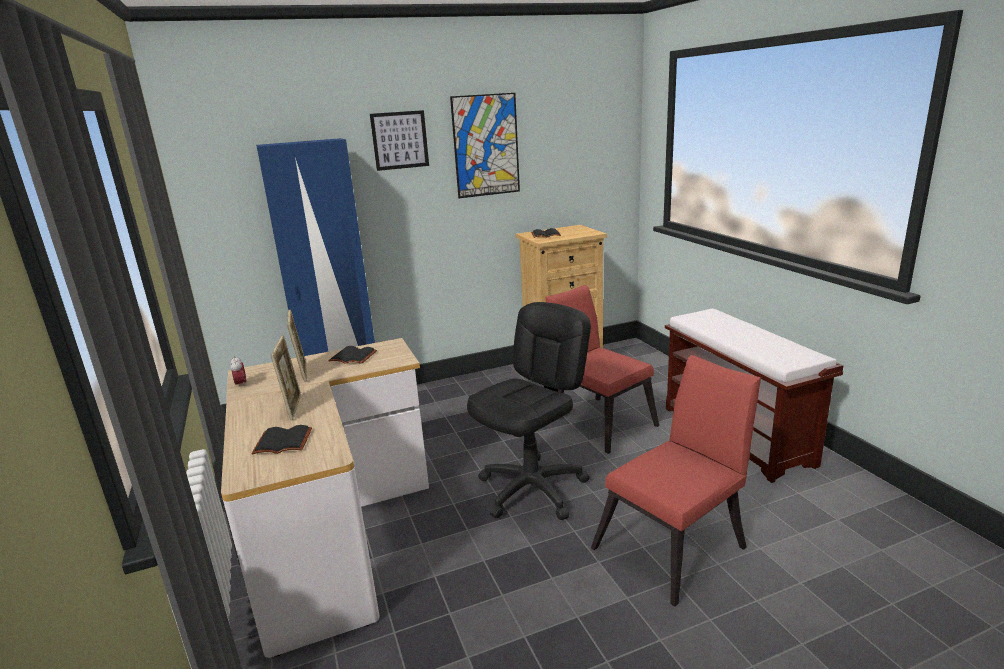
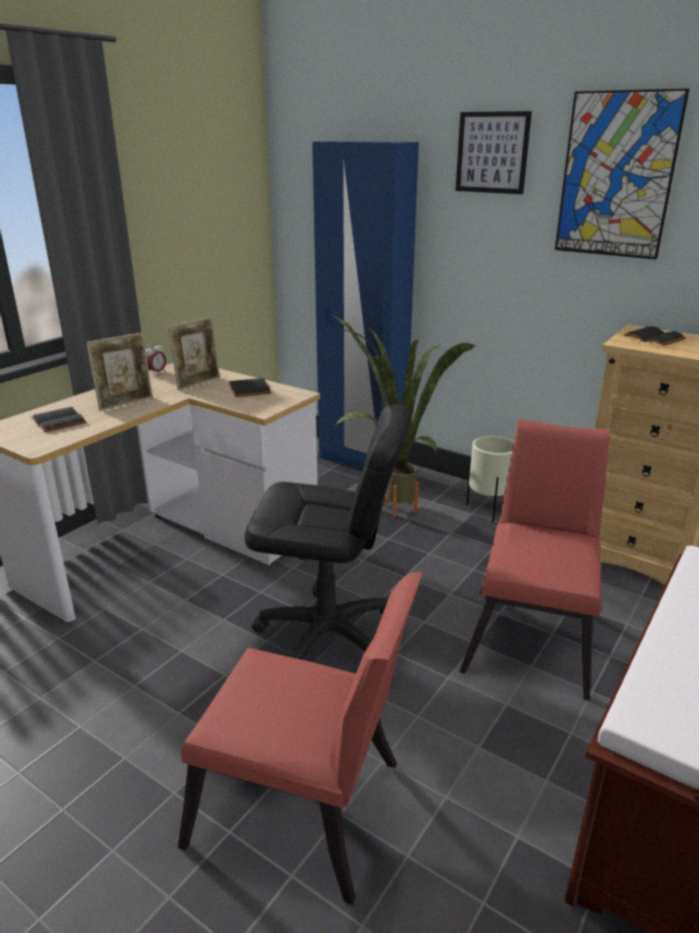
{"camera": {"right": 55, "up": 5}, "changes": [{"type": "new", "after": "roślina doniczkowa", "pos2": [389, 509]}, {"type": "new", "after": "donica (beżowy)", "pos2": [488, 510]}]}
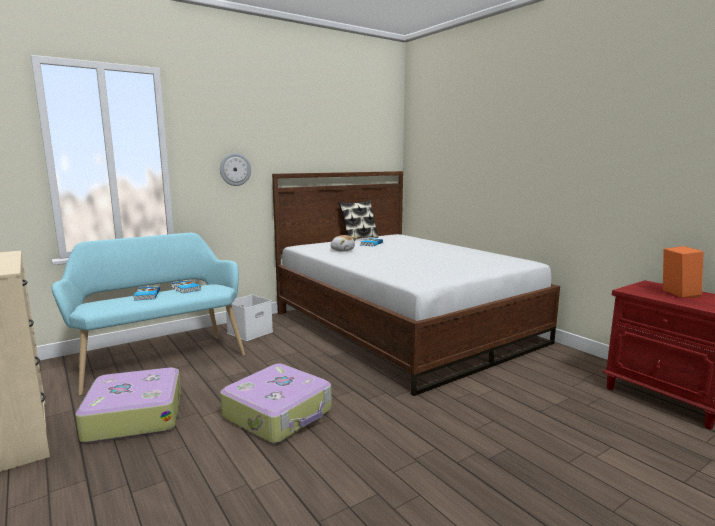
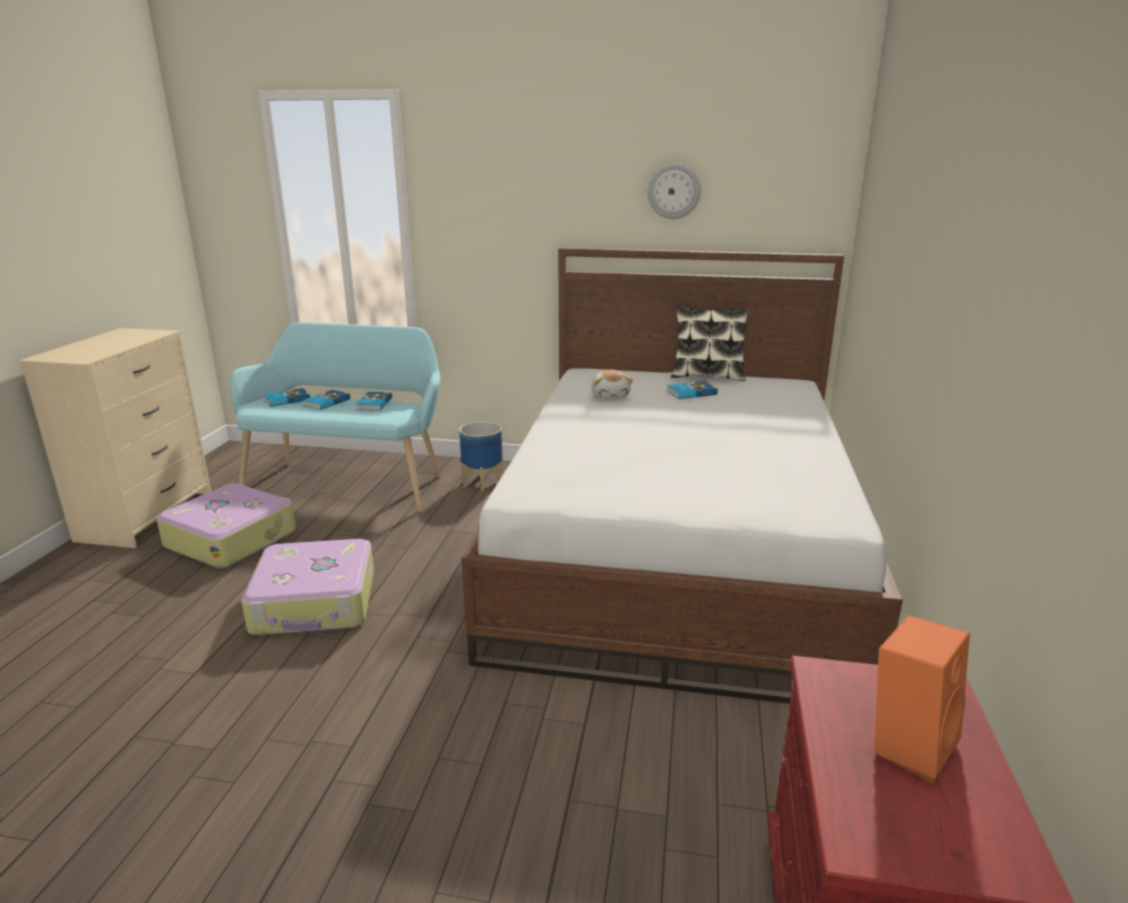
{"camera": {"right": 45, "up": 10}, "changes": [{"type": "shifted", "before": "zegar ścienny", "pos1": [235, 169], "pos2": [674, 191]}, {"type": "swapped", "before": "pojemnik do przechowywania (biały)", "after": "donica", "pos1": [250, 332], "pos2": [483, 481]}, {"type": "new", "after": "książka", "pos2": [286, 400]}]}
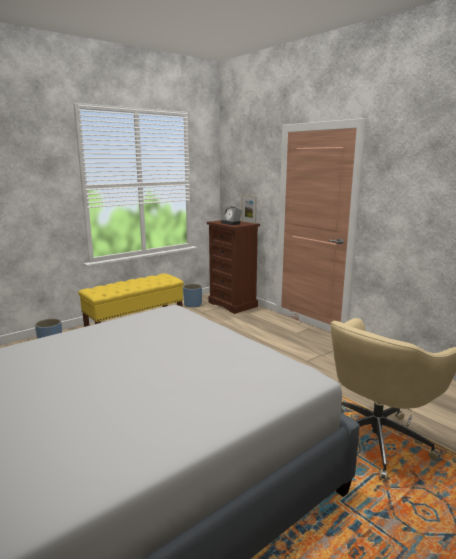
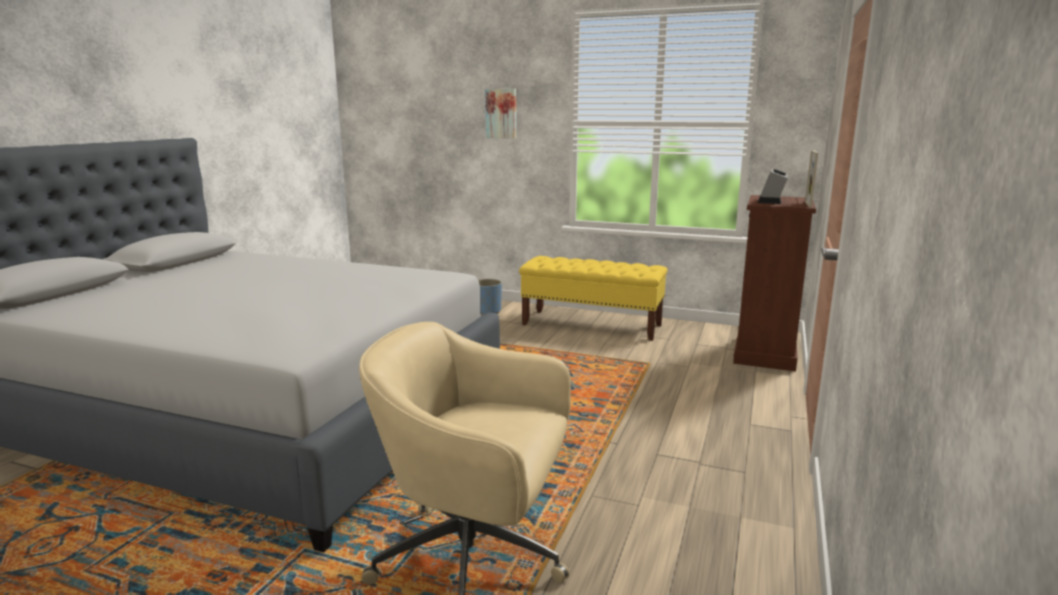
{"camera": {"right": 60, "up": 0}, "changes": [{"type": "gone", "before": "donica (niebieski)", "pos1": [193, 305]}, {"type": "new", "after": "obraz", "pos2": [501, 113]}]}
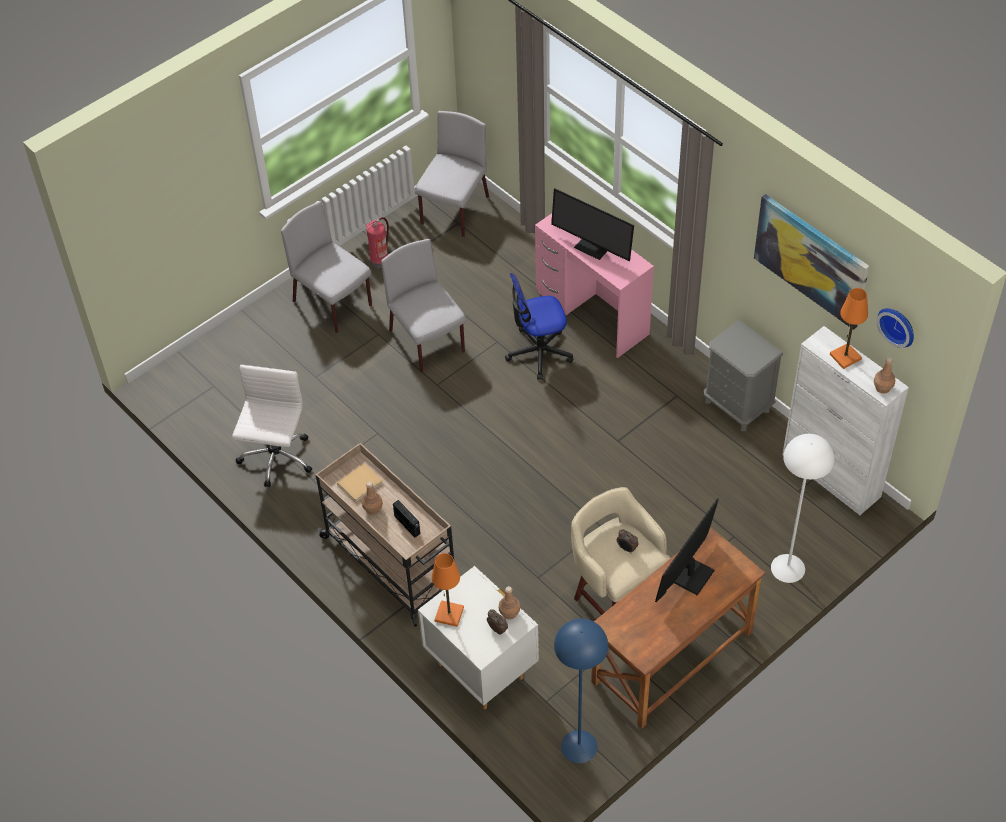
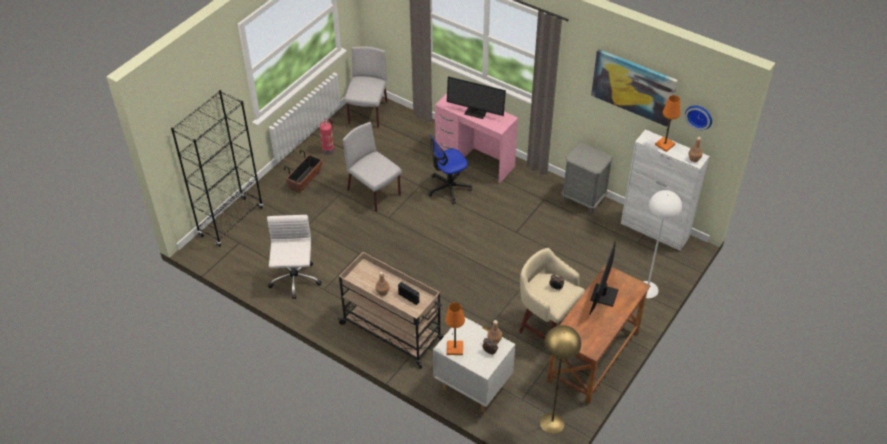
{"camera": {"right": -15, "up": -5}, "changes": [{"type": "swapped", "before": "krzesło (szary)", "after": "donica", "pos1": [333, 304], "pos2": [305, 179]}, {"type": "gone", "before": "książka (beżowy)", "pos1": [361, 483]}, {"type": "repainted", "before": "lampa stojąca (niebieski)", "after": "lampa stojąca (żółty)", "pos1": [579, 746], "pos2": [552, 423]}, {"type": "new", "after": "regał (czarny)", "pos2": [231, 222]}]}
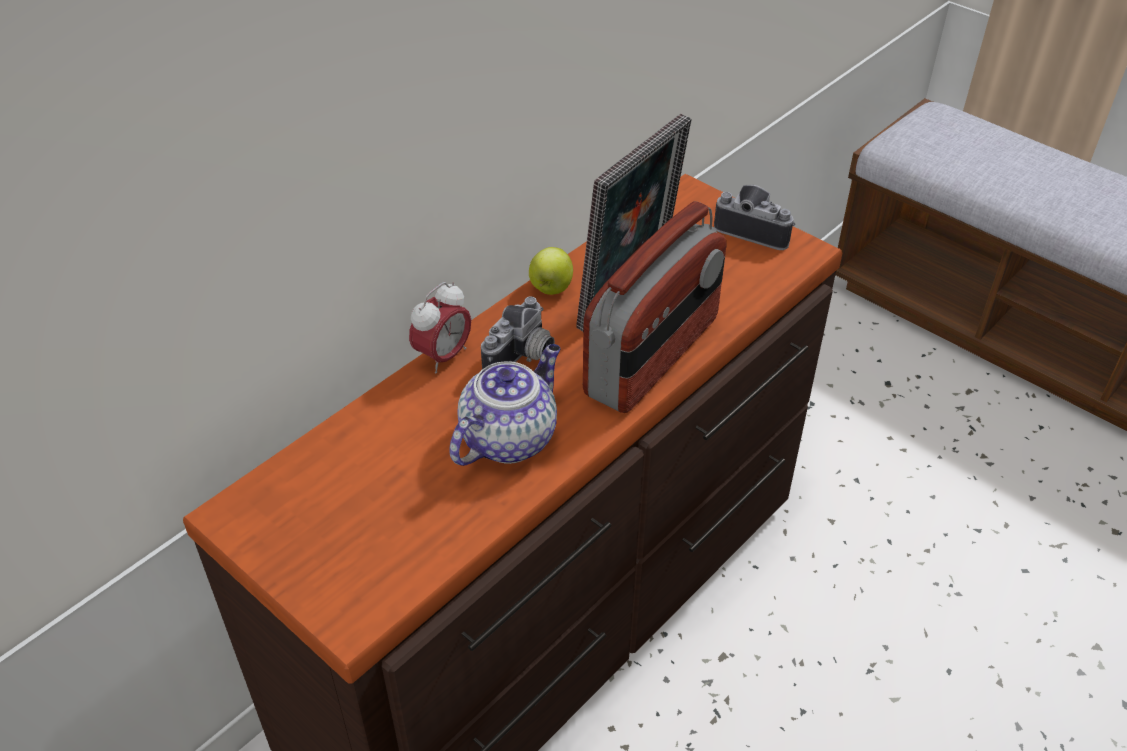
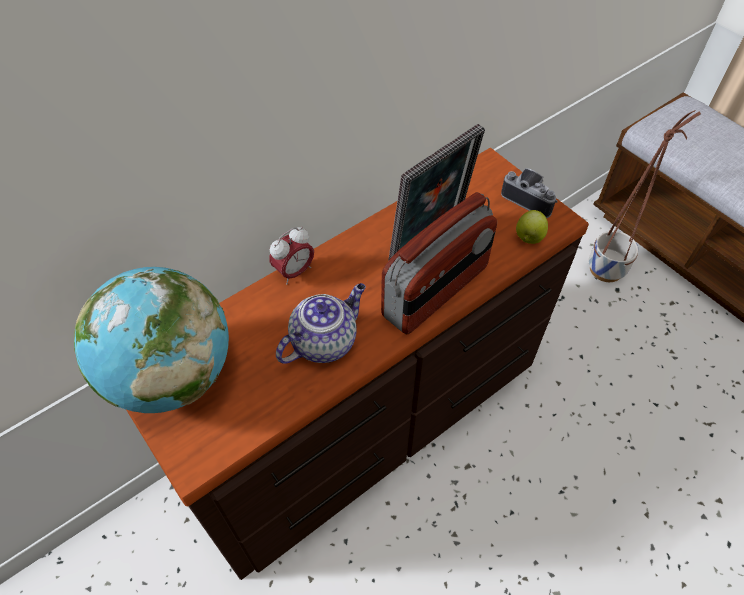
{"camera": {"right": 10, "up": 10}, "changes": [{"type": "gone", "before": "aparat fotograficzny", "pos1": [523, 358]}, {"type": "shifted", "before": "jabłko", "pos1": [551, 288], "pos2": [528, 238]}, {"type": "new", "after": "globus", "pos2": [172, 375]}, {"type": "new", "after": "donica", "pos2": [606, 269]}]}
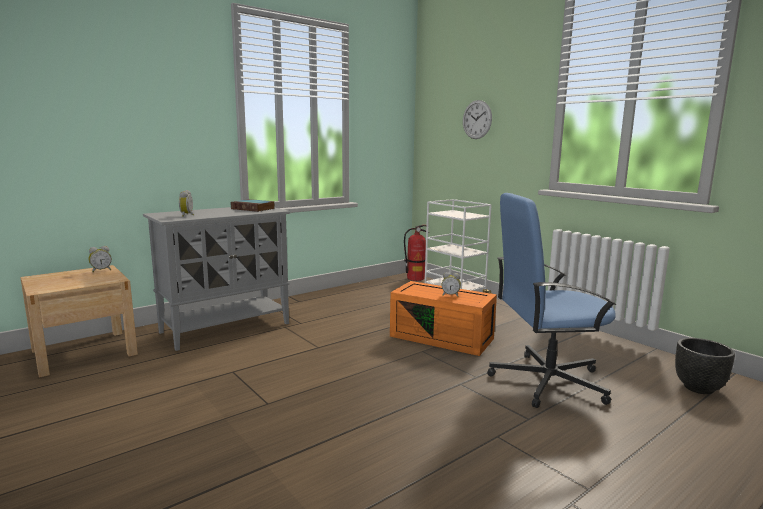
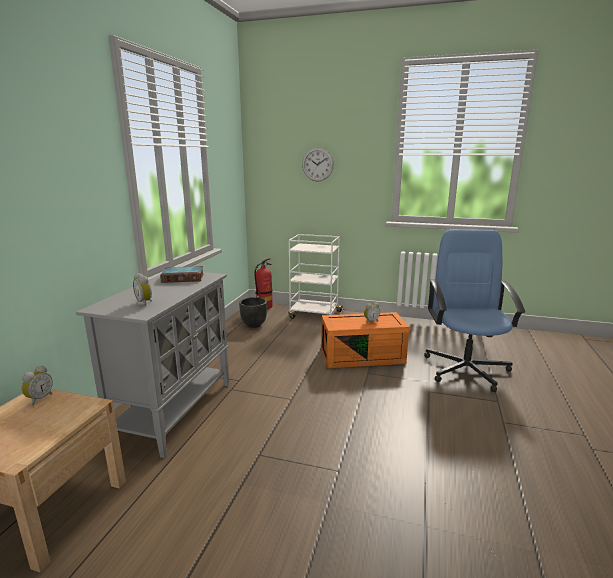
{"camera": {"right": -35, "up": 5}, "changes": [{"type": "rotated", "before": "krzesło biurowe (niebieski)", "pos1": [546, 381], "pos2": [466, 369], "turn": 135}, {"type": "shifted", "before": "donica (czarny)", "pos1": [698, 388], "pos2": [253, 325]}]}
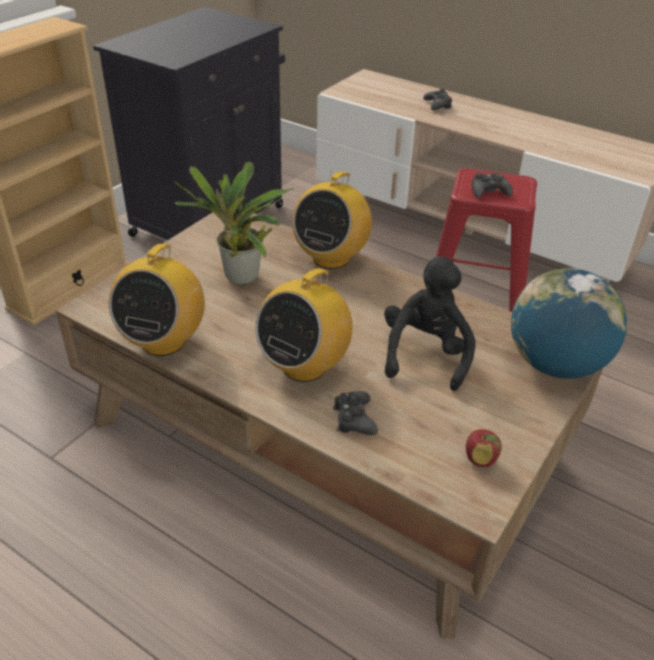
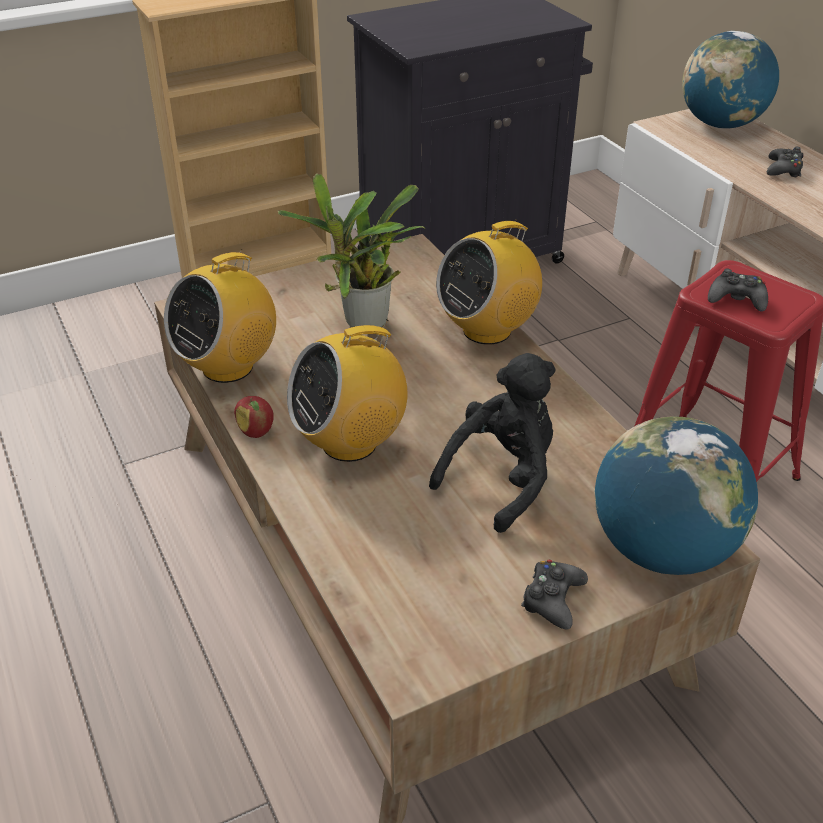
{"camera": {"right": 30, "up": 0}, "changes": [{"type": "shifted", "before": "pad do gier (czarny)", "pos1": [354, 419], "pos2": [552, 599]}, {"type": "shifted", "before": "jabłko", "pos1": [480, 460], "pos2": [256, 432]}, {"type": "new", "after": "globus", "pos2": [721, 124]}]}
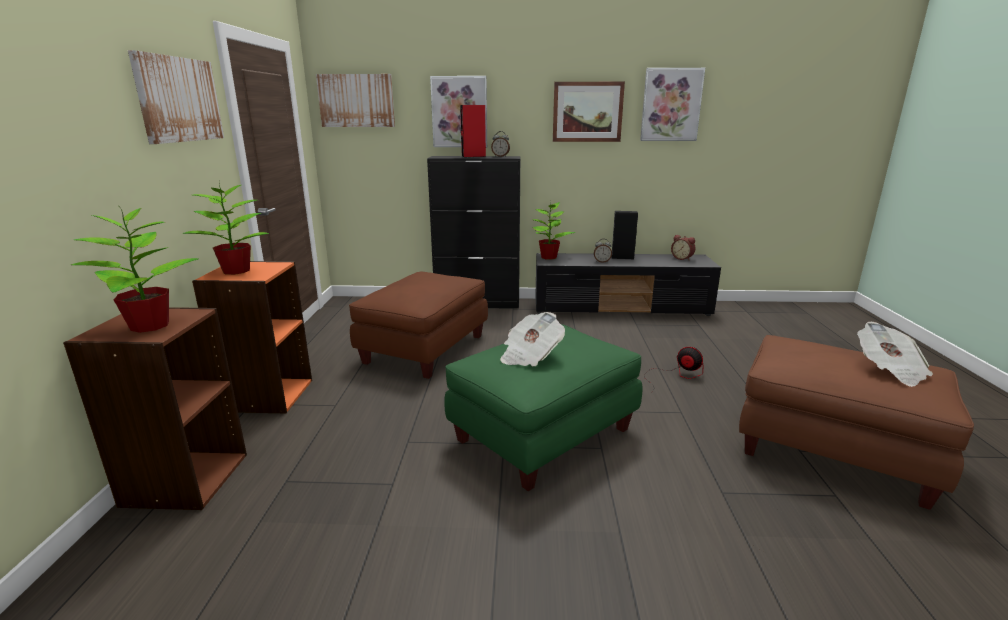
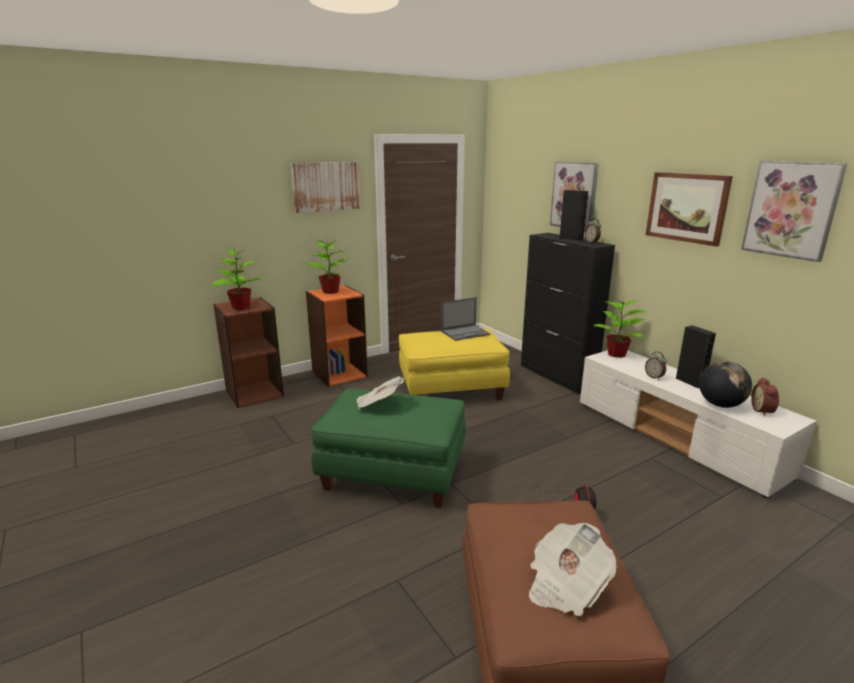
{"camera": {"right": 55, "up": 0}, "changes": [{"type": "gone", "before": "obraz", "pos1": [356, 101]}, {"type": "repainted", "before": "pufa (brązowy)", "after": "pufa (żółty)", "pos1": [424, 349], "pos2": [451, 389]}, {"type": "repainted", "before": "głośnik (czerwony)", "after": "głośnik (czarny)", "pos1": [473, 156], "pos2": [571, 238]}, {"type": "repainted", "before": "szafka pod telewizor (czarny)", "after": "szafka pod telewizor (biały)", "pos1": [621, 307], "pos2": [677, 438]}, {"type": "new", "after": "laptop", "pos2": [465, 333]}, {"type": "new", "after": "globus", "pos2": [720, 404]}]}
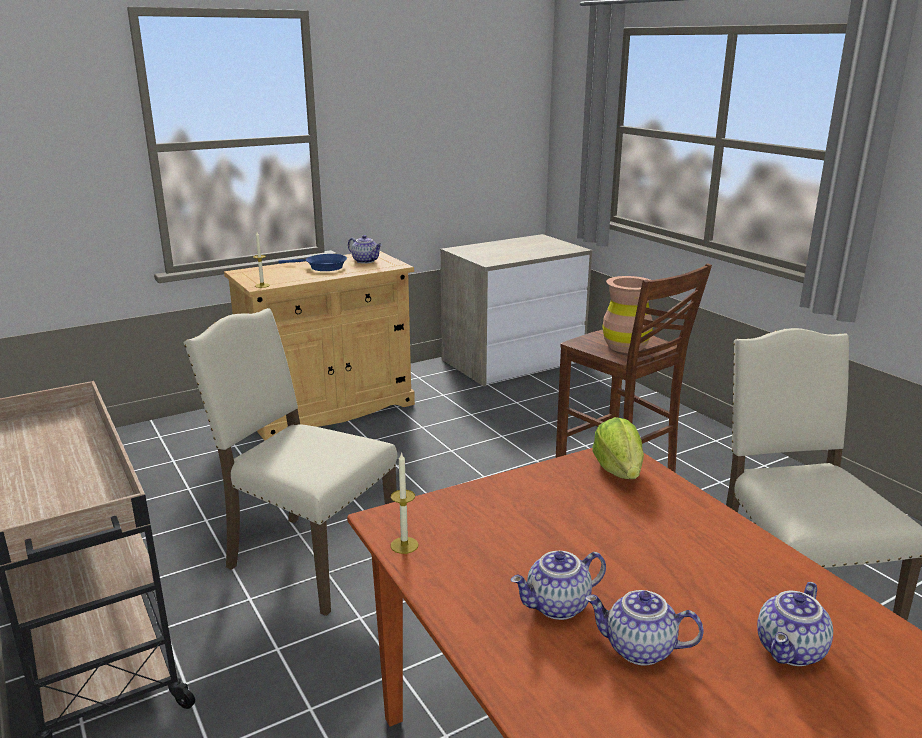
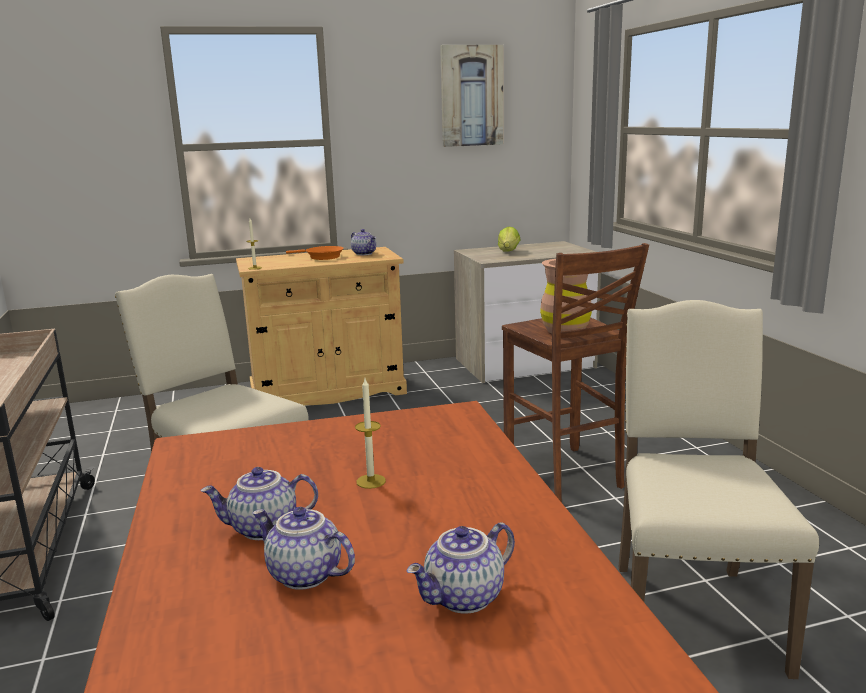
{"camera": {"right": 15, "up": -5}, "changes": [{"type": "repainted", "before": "patelnia (niebieski)", "after": "patelnia (pomarańczowy)", "pos1": [322, 267], "pos2": [321, 257]}, {"type": "shifted", "before": "świeca", "pos1": [404, 545], "pos2": [371, 481]}, {"type": "shifted", "before": "sałata", "pos1": [619, 471], "pos2": [508, 251]}, {"type": "new", "after": "obraz", "pos2": [471, 96]}]}
